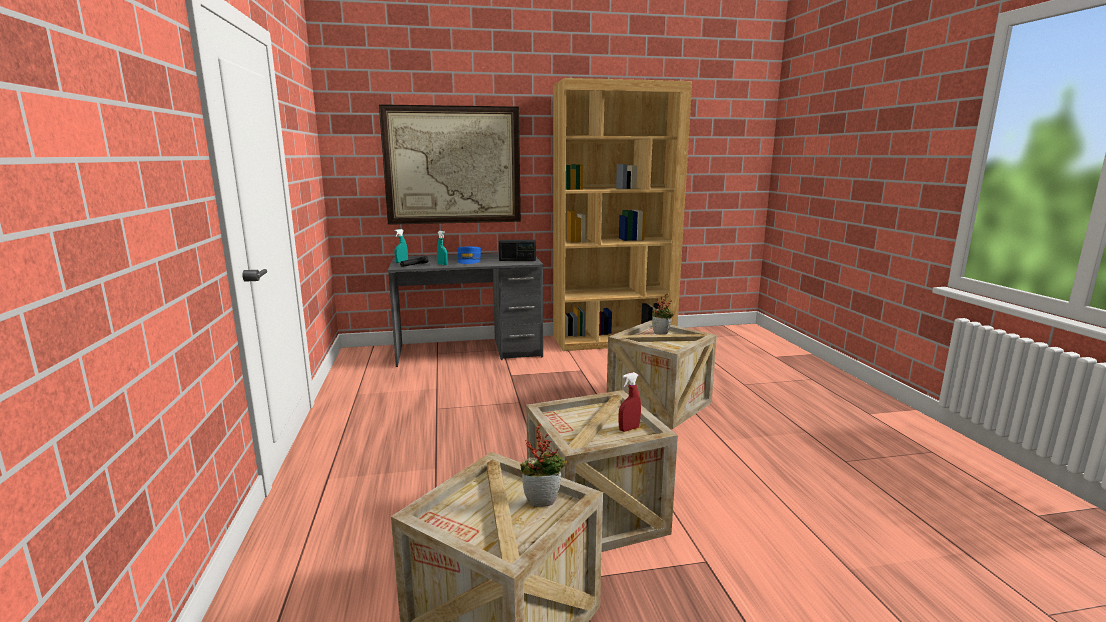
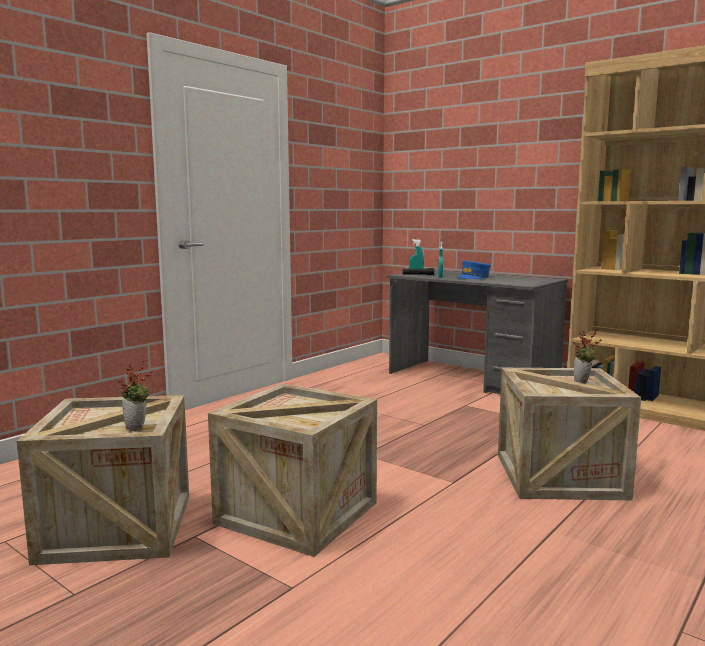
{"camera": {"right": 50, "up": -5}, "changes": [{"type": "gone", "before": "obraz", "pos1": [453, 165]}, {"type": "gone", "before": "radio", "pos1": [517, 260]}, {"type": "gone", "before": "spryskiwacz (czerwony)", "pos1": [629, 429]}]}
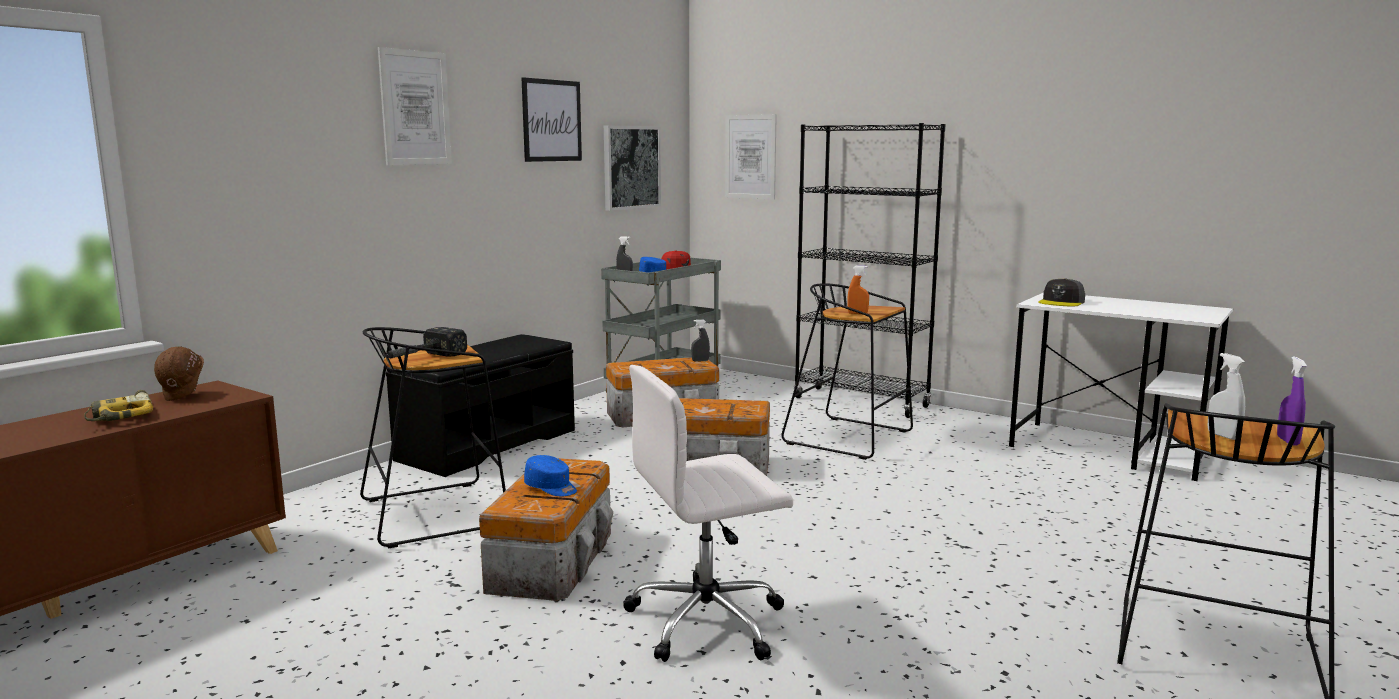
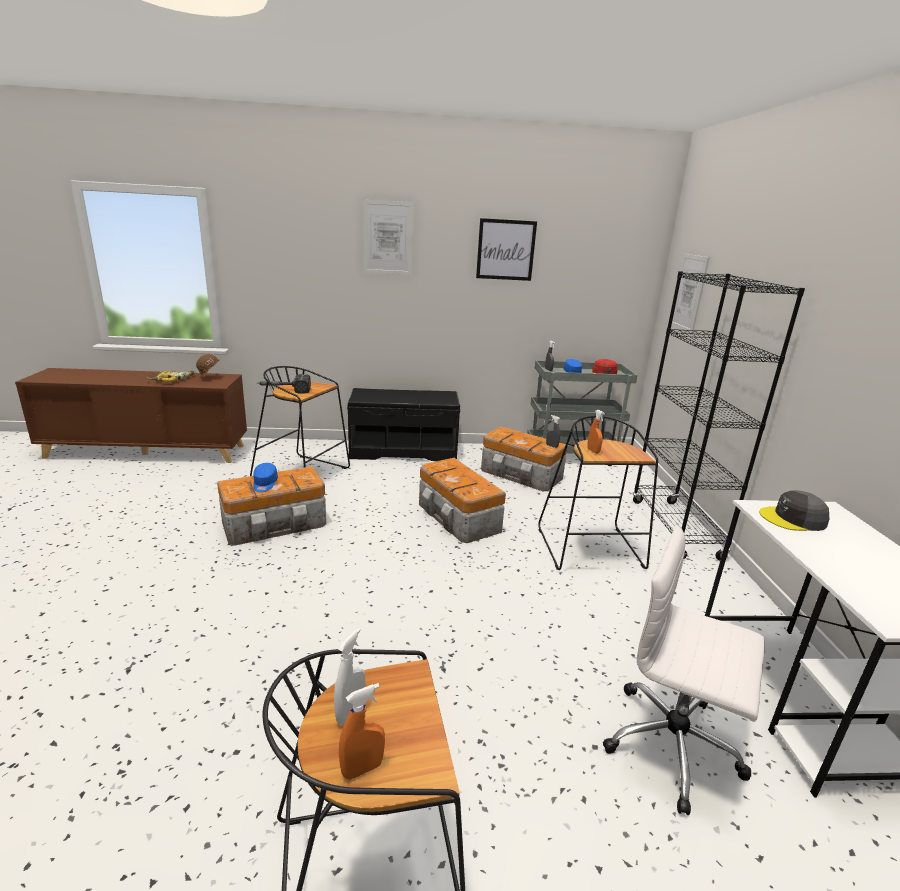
{"camera": {"right": 50, "up": 10}, "changes": [{"type": "gone", "before": "obraz", "pos1": [631, 167]}, {"type": "shifted", "before": "krzesło biurowe (biały)", "pos1": [709, 621], "pos2": [674, 745]}, {"type": "repainted", "before": "spryskiwacz (fioletowy)", "after": "spryskiwacz (pomarańczowy)", "pos1": [1287, 441], "pos2": [362, 769]}]}
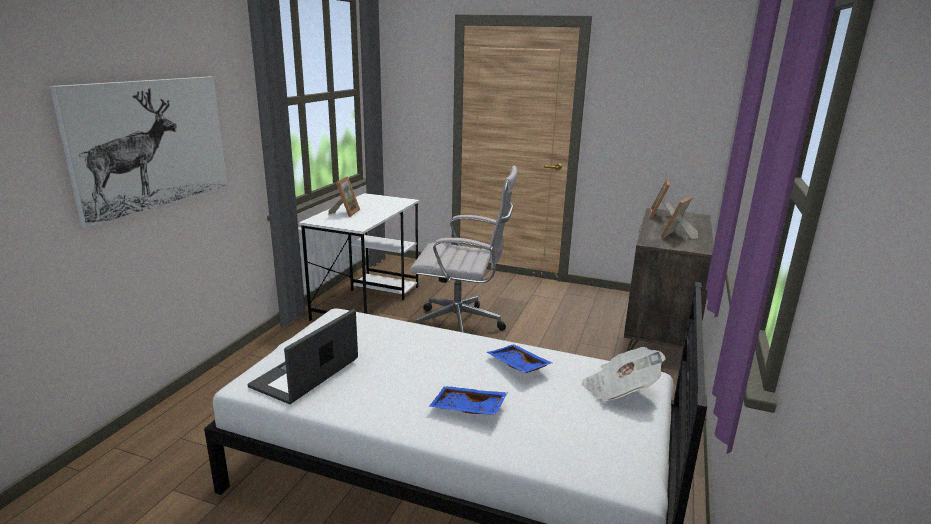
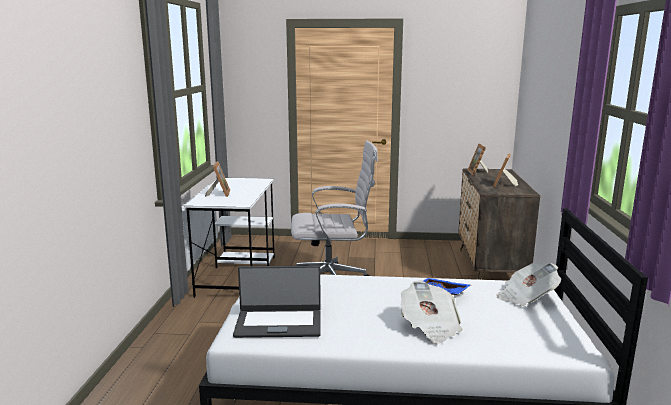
{"camera": {"right": -15, "up": -5}, "changes": [{"type": "gone", "before": "obraz", "pos1": [151, 144]}, {"type": "rotated", "before": "laptop", "pos1": [306, 374], "pos2": [278, 323], "turn": -105}, {"type": "swapped", "before": "taca (niebieski)", "after": "gazeta", "pos1": [467, 409], "pos2": [430, 327]}]}
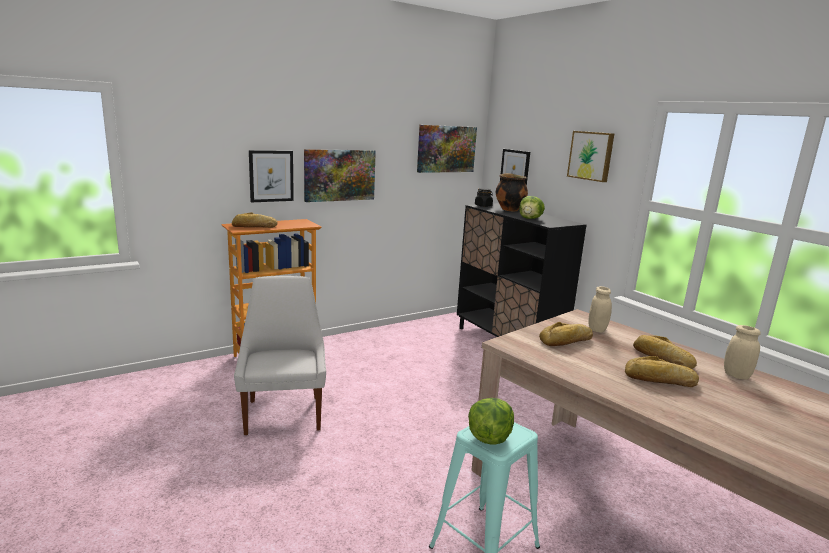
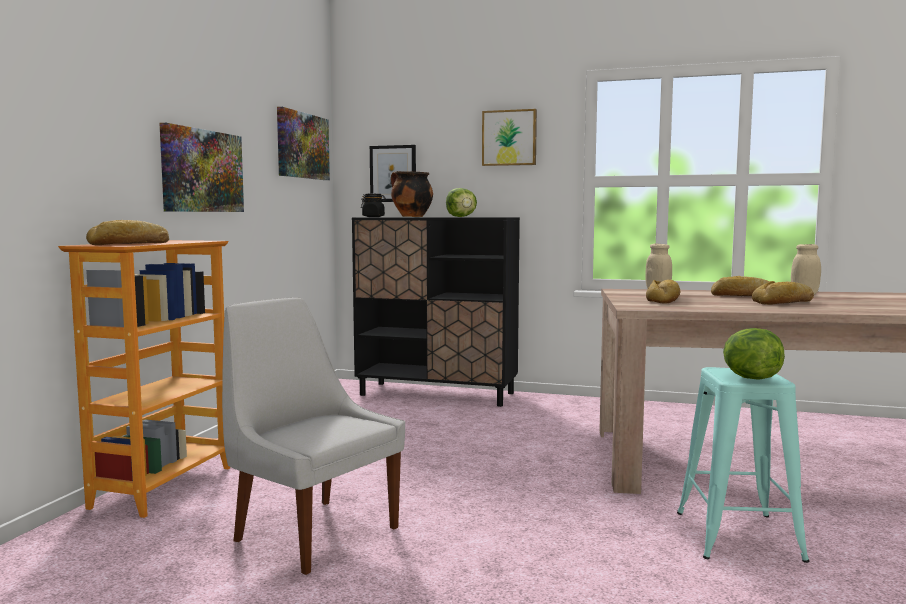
{"camera": {"right": -40, "up": -10}, "changes": [{"type": "gone", "before": "obraz", "pos1": [271, 176]}]}
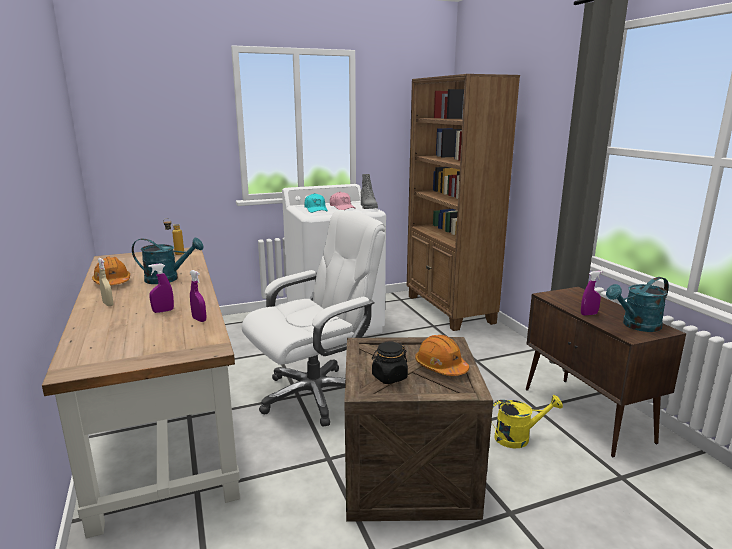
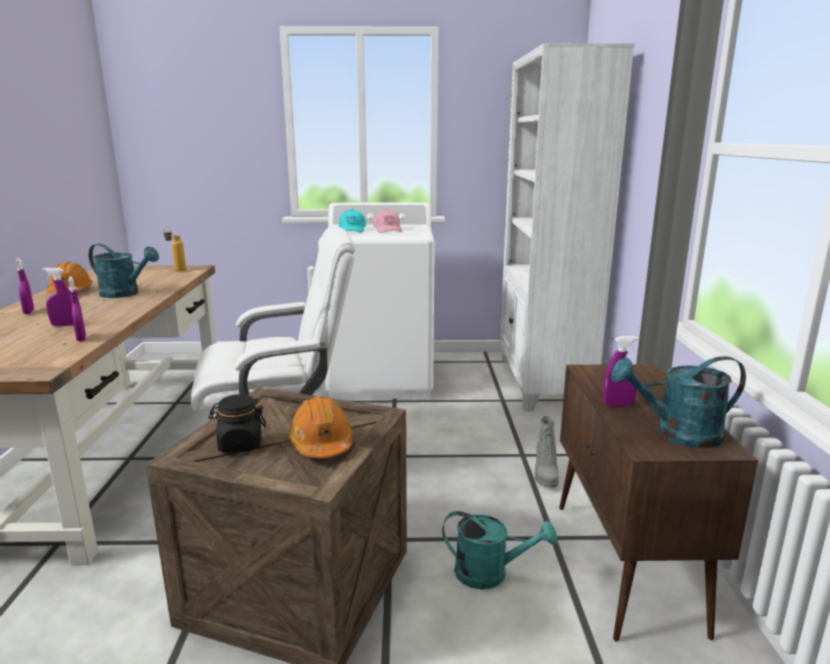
{"camera": {"right": 20, "up": 0}, "changes": [{"type": "repainted", "before": "spryskiwacz (beżowy)", "after": "spryskiwacz (fioletowy)", "pos1": [108, 304], "pos2": [29, 312]}, {"type": "shifted", "before": "but z cholewką (szary)", "pos1": [368, 207], "pos2": [545, 474]}, {"type": "repainted", "before": "regał (brązowy)", "after": "regał (biały)", "pos1": [449, 309], "pos2": [542, 382]}, {"type": "repainted", "before": "konewka (żółty)", "after": "konewka (turkusowy)", "pos1": [518, 437], "pos2": [490, 573]}]}
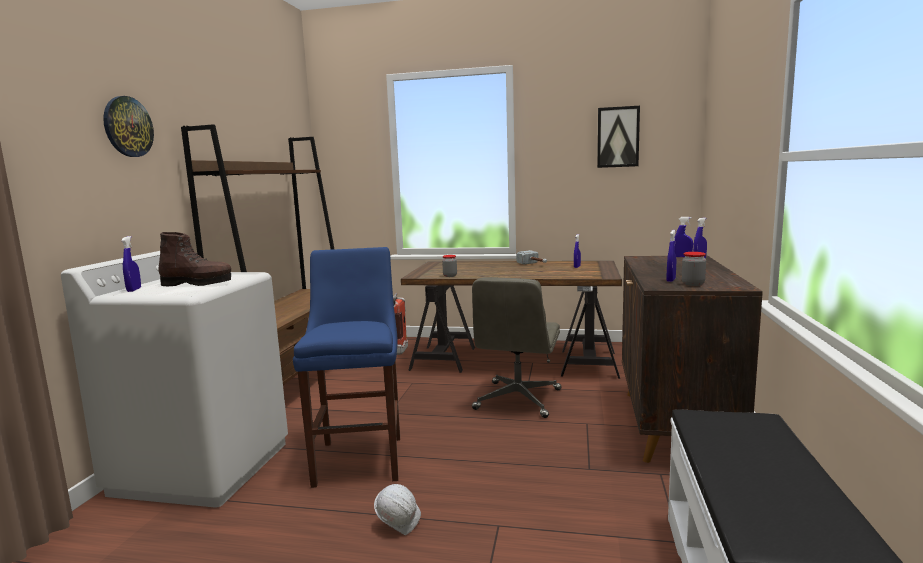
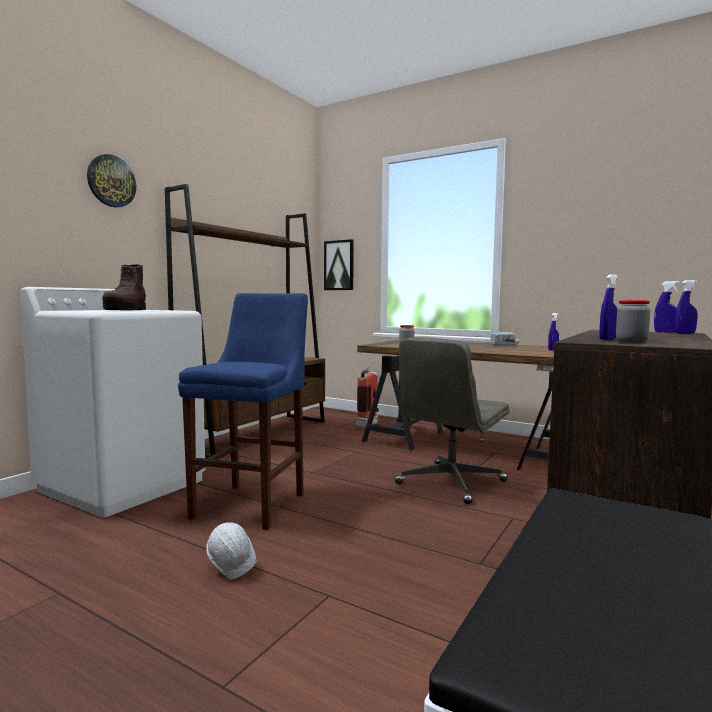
{"camera": {"right": 20, "up": -5}, "changes": [{"type": "gone", "before": "spryskiwacz (niebieski)", "pos1": [134, 290]}, {"type": "rotated", "before": "but z cholewką (brązowy)", "pos1": [197, 283], "pos2": [126, 310], "turn": 60}, {"type": "shifted", "before": "obraz", "pos1": [618, 137], "pos2": [339, 265]}]}
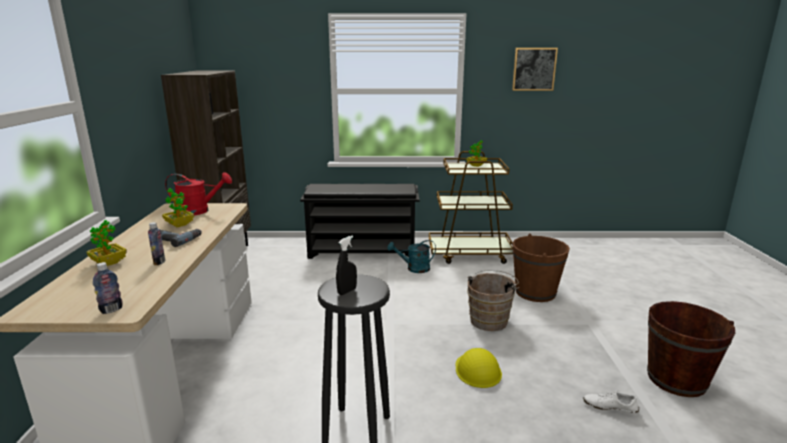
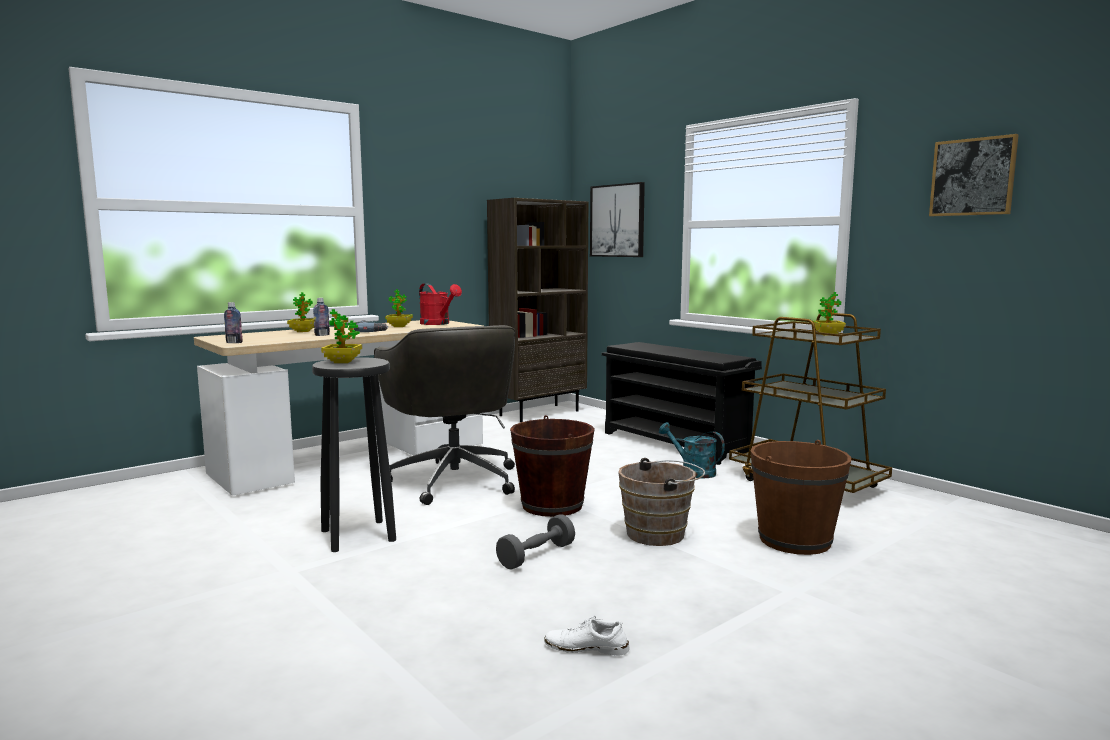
{"camera": {"right": 50, "up": -10}, "changes": [{"type": "swapped", "before": "spryskiwacz (czarny)", "after": "roślina doniczkowa", "pos1": [347, 291], "pos2": [342, 362]}, {"type": "swapped", "before": "kask (żółty)", "after": "hantel (szary)", "pos1": [477, 370], "pos2": [536, 556]}, {"type": "rotated", "before": "but (biały)", "pos1": [610, 407], "pos2": [586, 647], "turn": -60}, {"type": "shifted", "before": "wiadro (brązowy)", "pos1": [676, 379], "pos2": [552, 505]}, {"type": "new", "after": "krzesło biurowe (szary)", "pos2": [453, 480]}, {"type": "new", "after": "obraz", "pos2": [617, 221]}]}
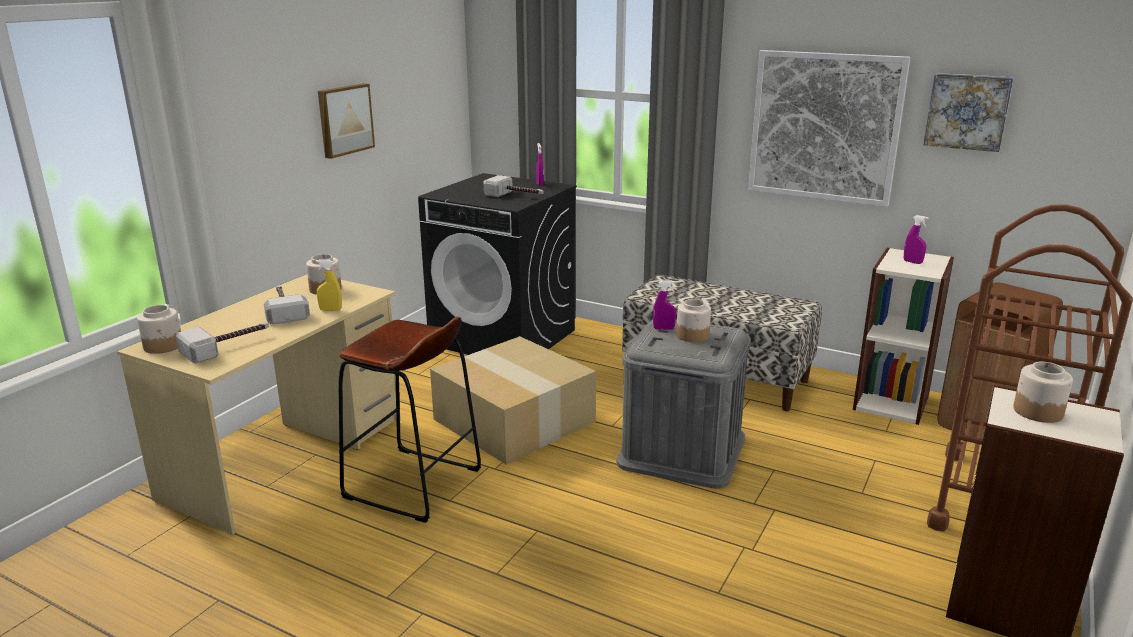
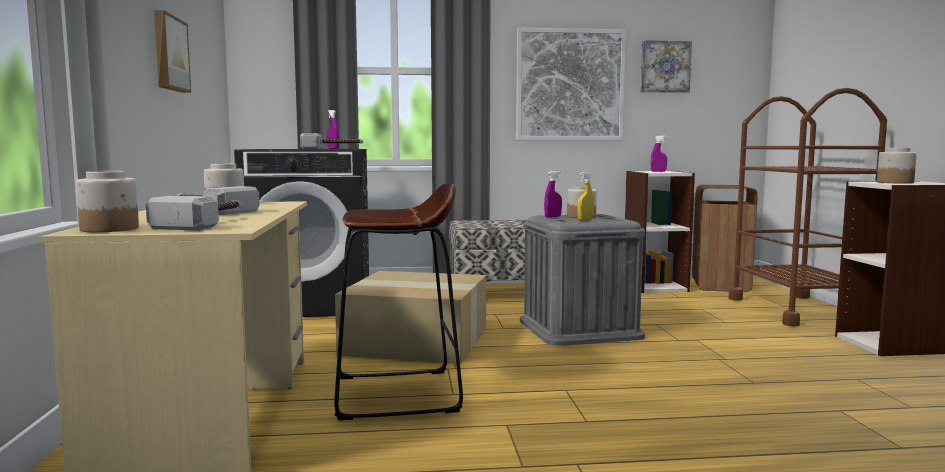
{"camera": {"right": -35, "up": -15}, "changes": [{"type": "shifted", "before": "spryskiwacz (żółty)", "pos1": [330, 310], "pos2": [585, 220]}]}
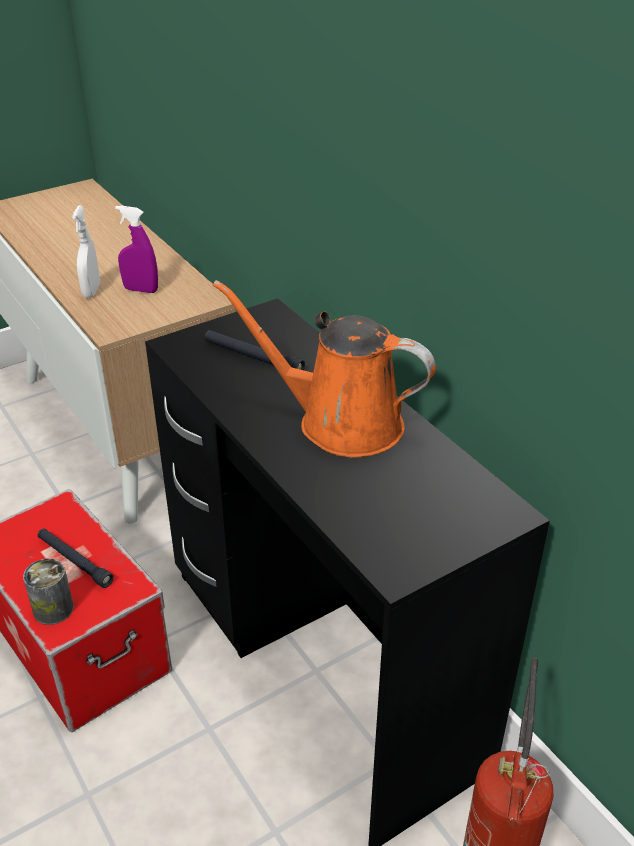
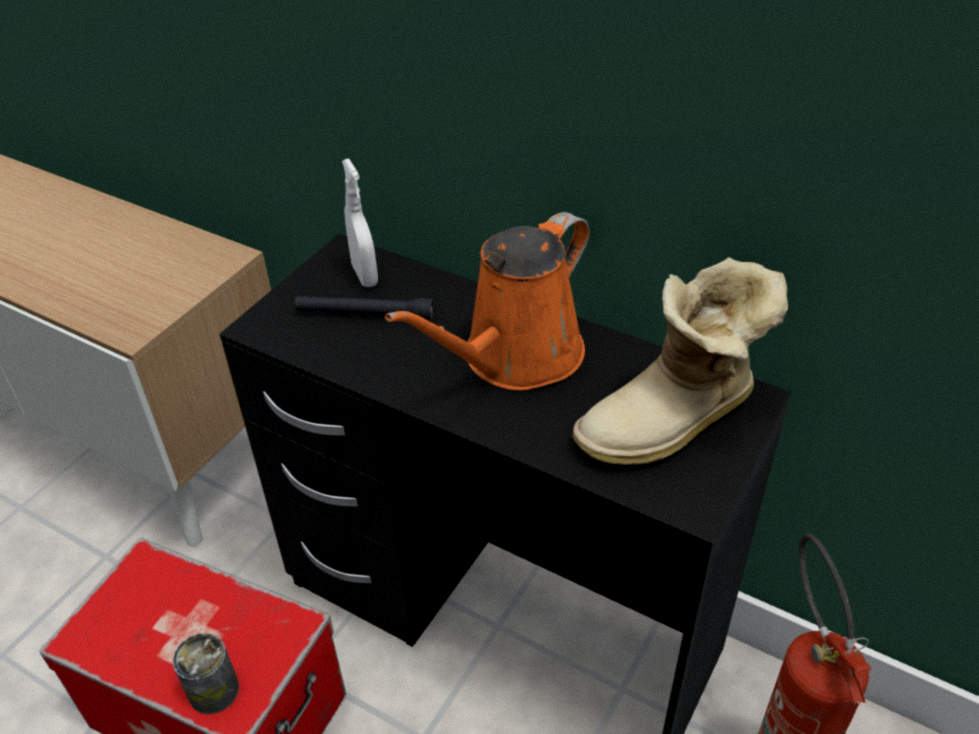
{"camera": {"right": -25, "up": 5}, "changes": [{"type": "gone", "before": "latarka (czarny)", "pos1": [74, 561]}, {"type": "shifted", "before": "spryskiwacz (biały)", "pos1": [91, 291], "pos2": [365, 275]}, {"type": "gone", "before": "spryskiwacz (fioletowy)", "pos1": [141, 290]}, {"type": "rotated", "before": "konewka (pomarańczowy)", "pos1": [340, 422], "pos2": [515, 358], "turn": -45}, {"type": "new", "after": "but z cholewką", "pos2": [675, 423]}]}
